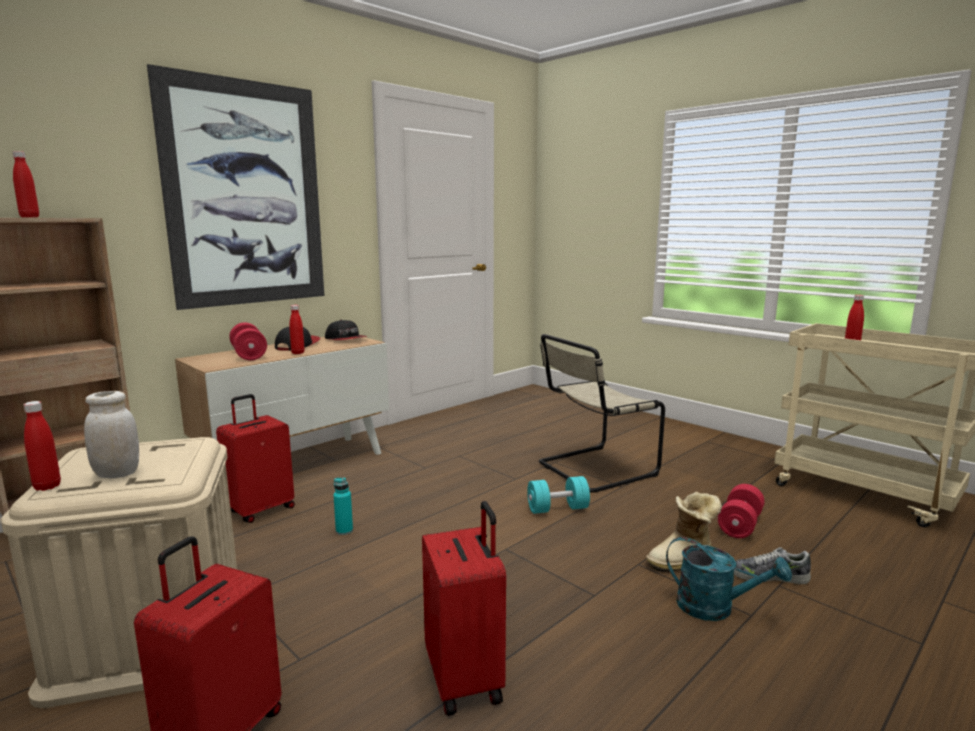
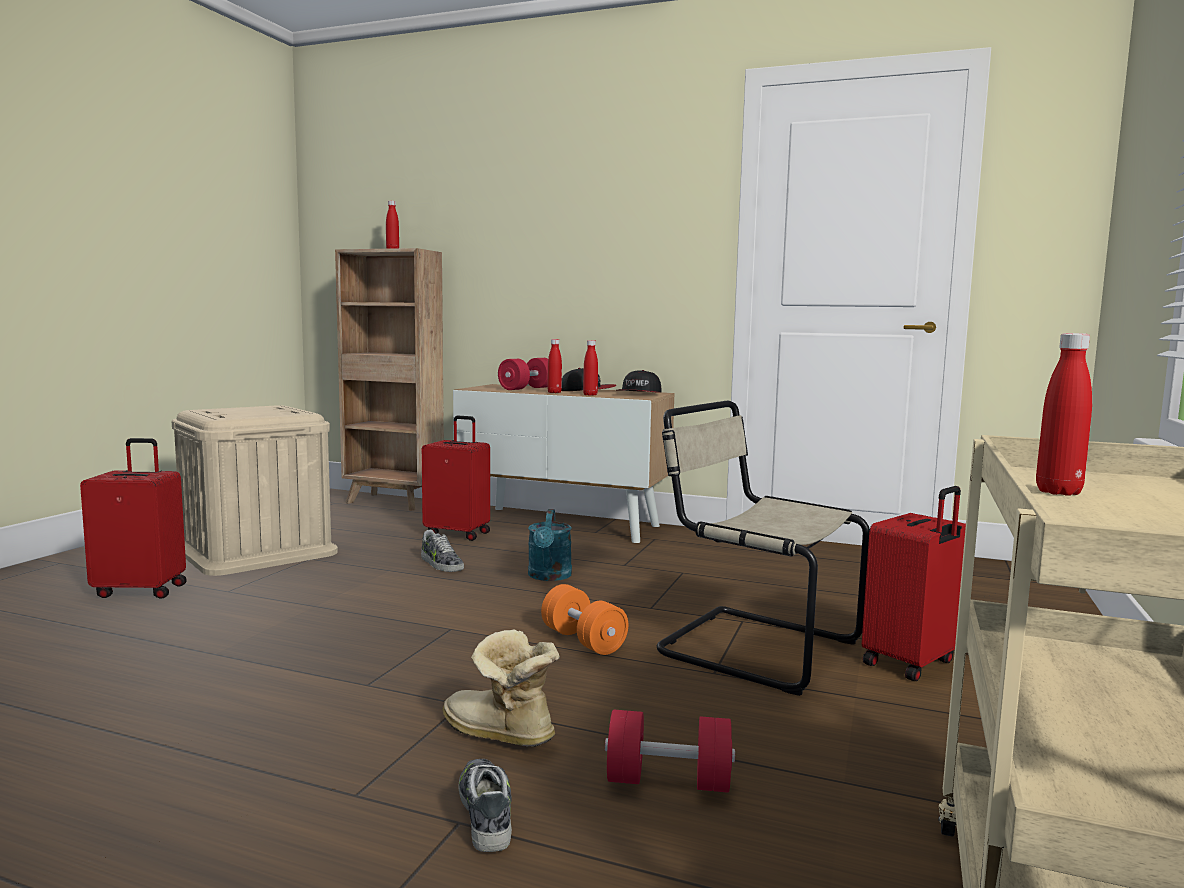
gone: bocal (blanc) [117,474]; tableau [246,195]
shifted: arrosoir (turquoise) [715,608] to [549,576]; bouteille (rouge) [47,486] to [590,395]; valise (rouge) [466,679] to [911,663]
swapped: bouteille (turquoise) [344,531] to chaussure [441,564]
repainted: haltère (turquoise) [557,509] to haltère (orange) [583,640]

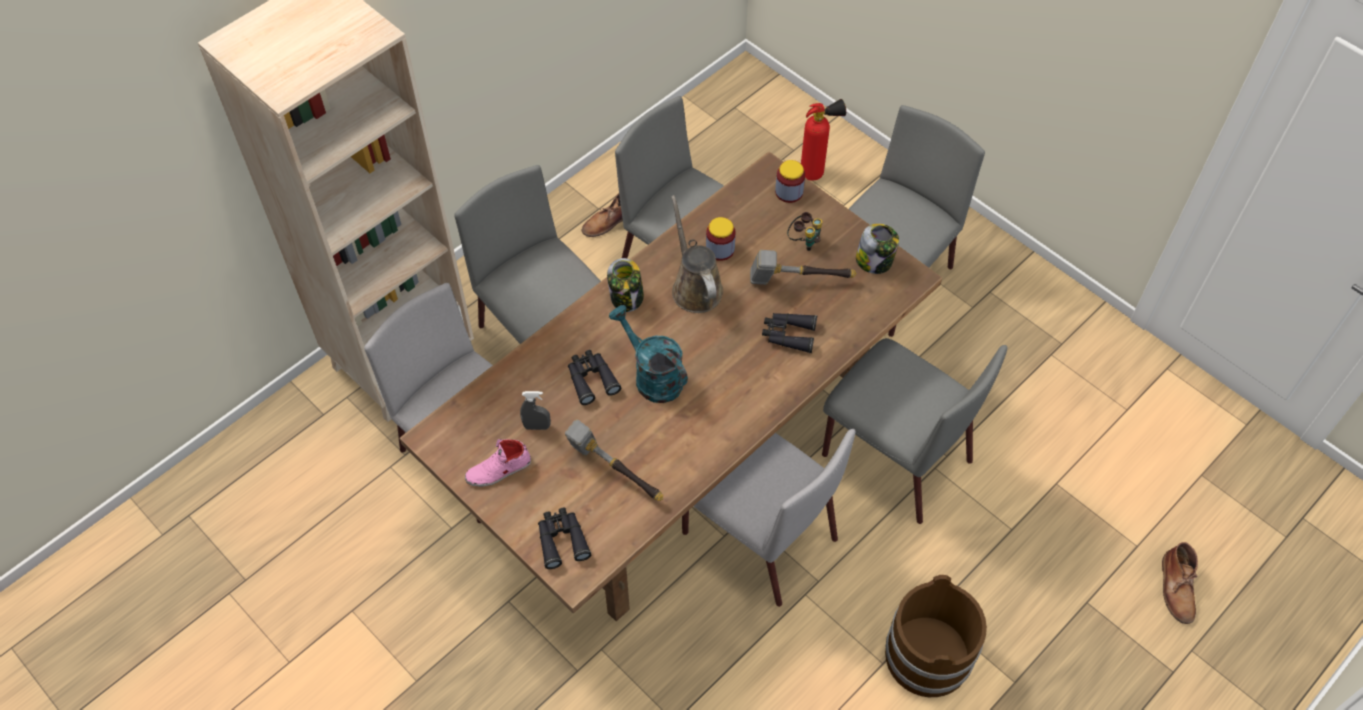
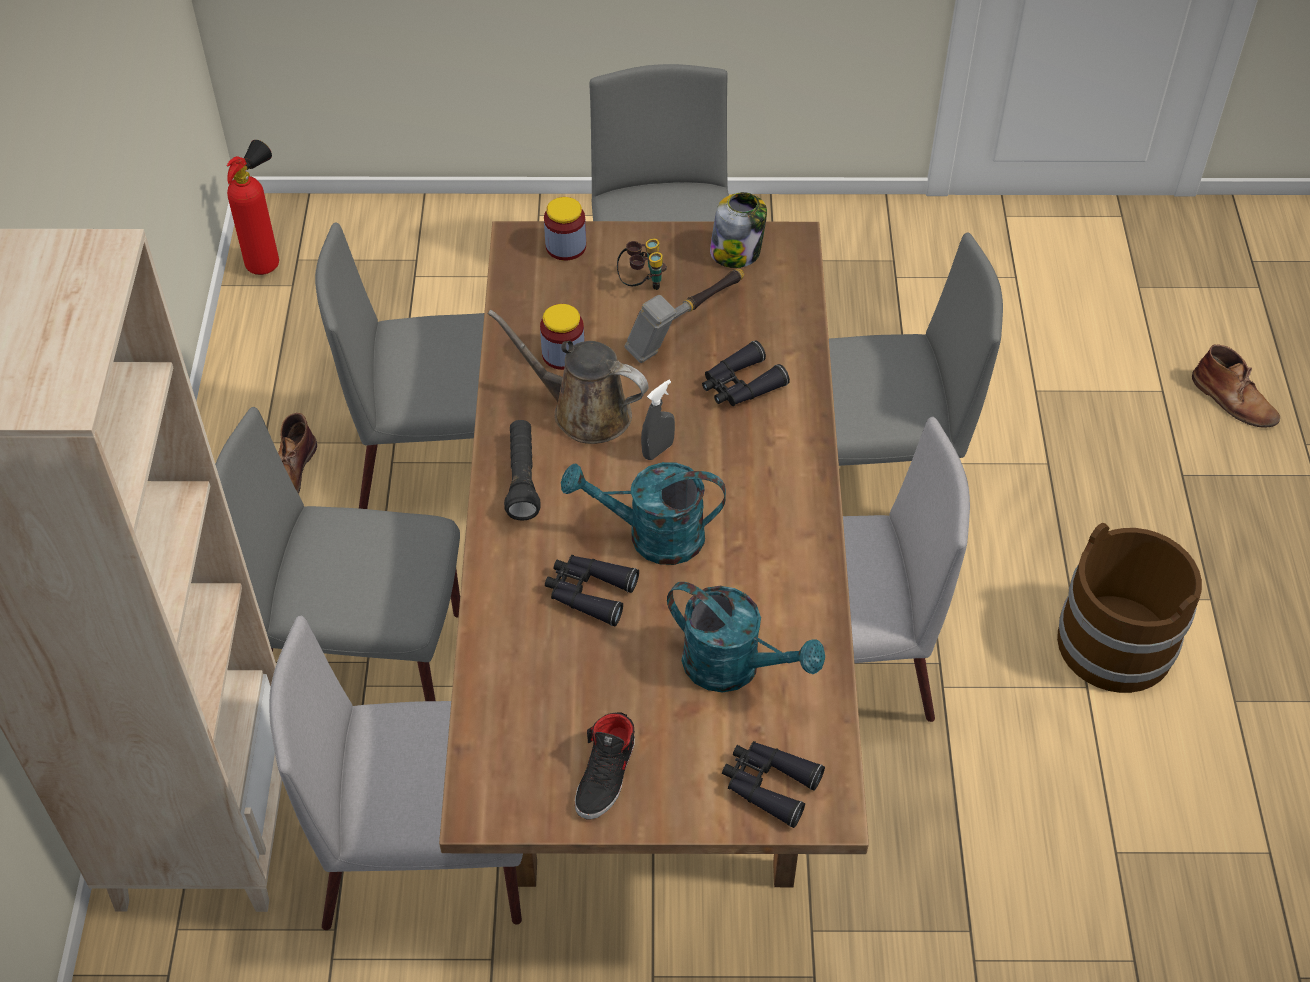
shifted: extincteur [817,172] to [267,261]; vaporisateur (gris) [537,426] to [658,450]
swapped: bocal [627,298] to lampe de poche (noir) [522,478]; marteau [613,472] to arrosoir (turquoise) [734,667]
repainted: chaussure (rose) [499,471] to chaussure (noir) [606,776]

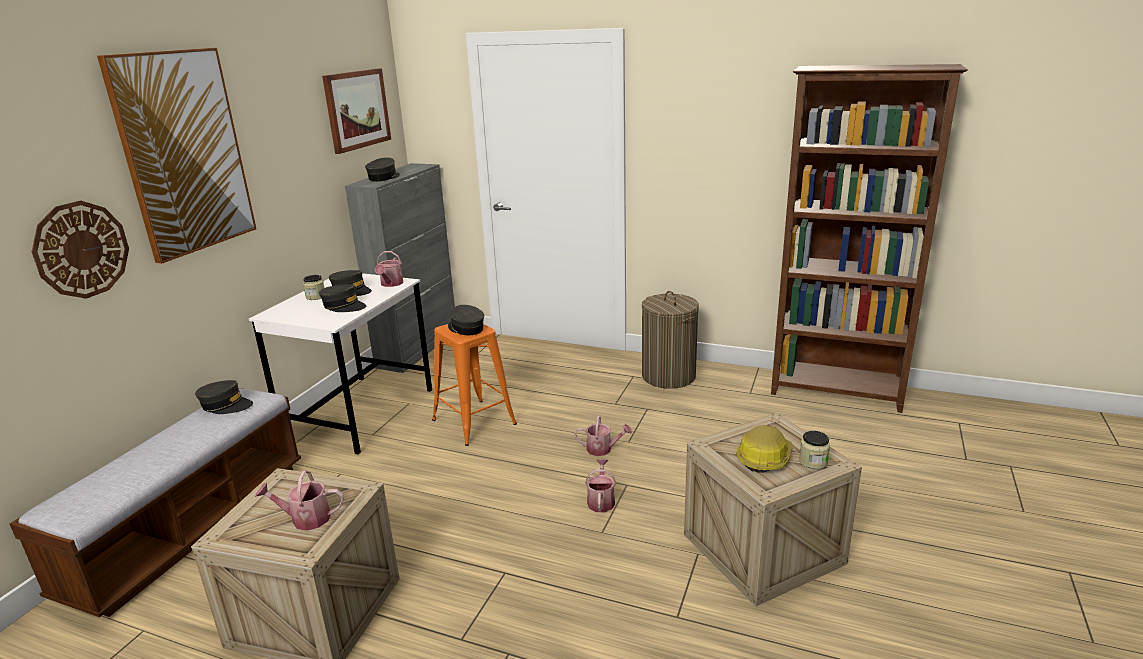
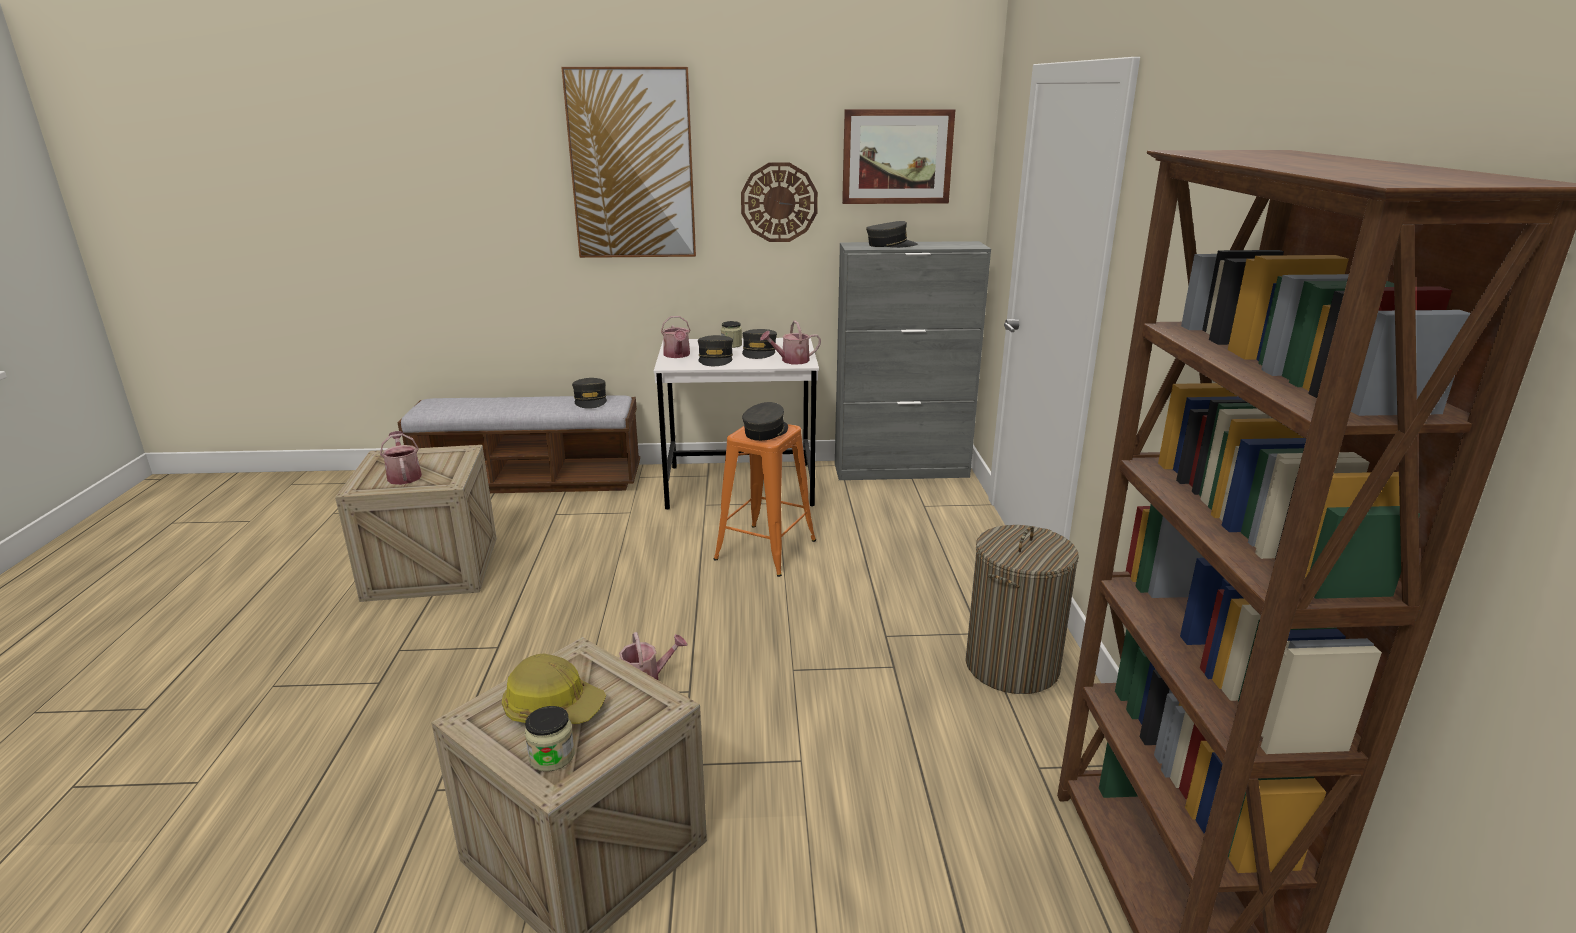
shifted: arrosoir [603,449] to [677,355]; horloge murale [81,249] to [779,202]

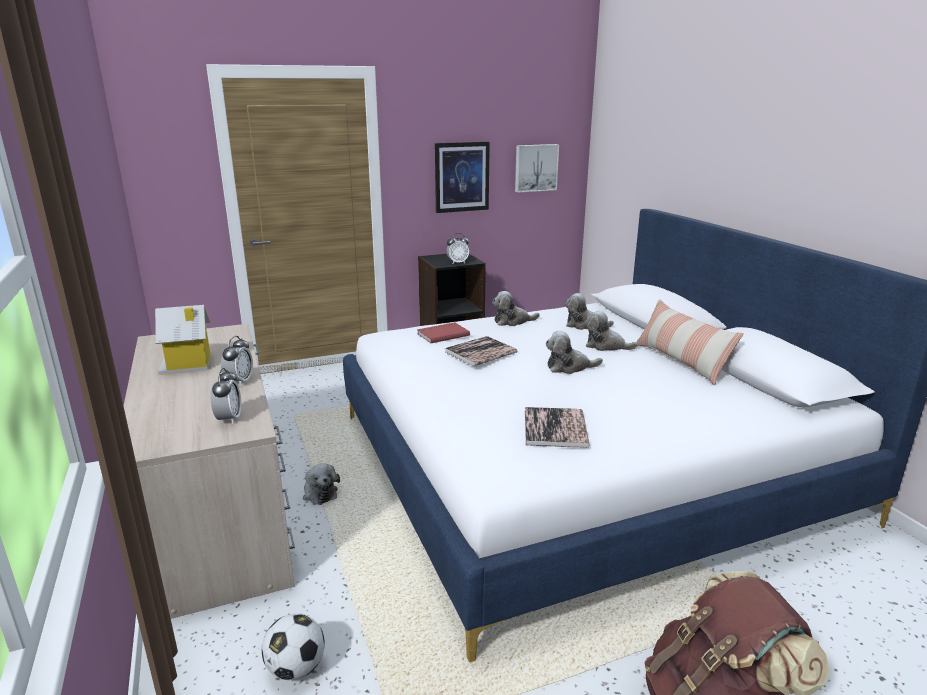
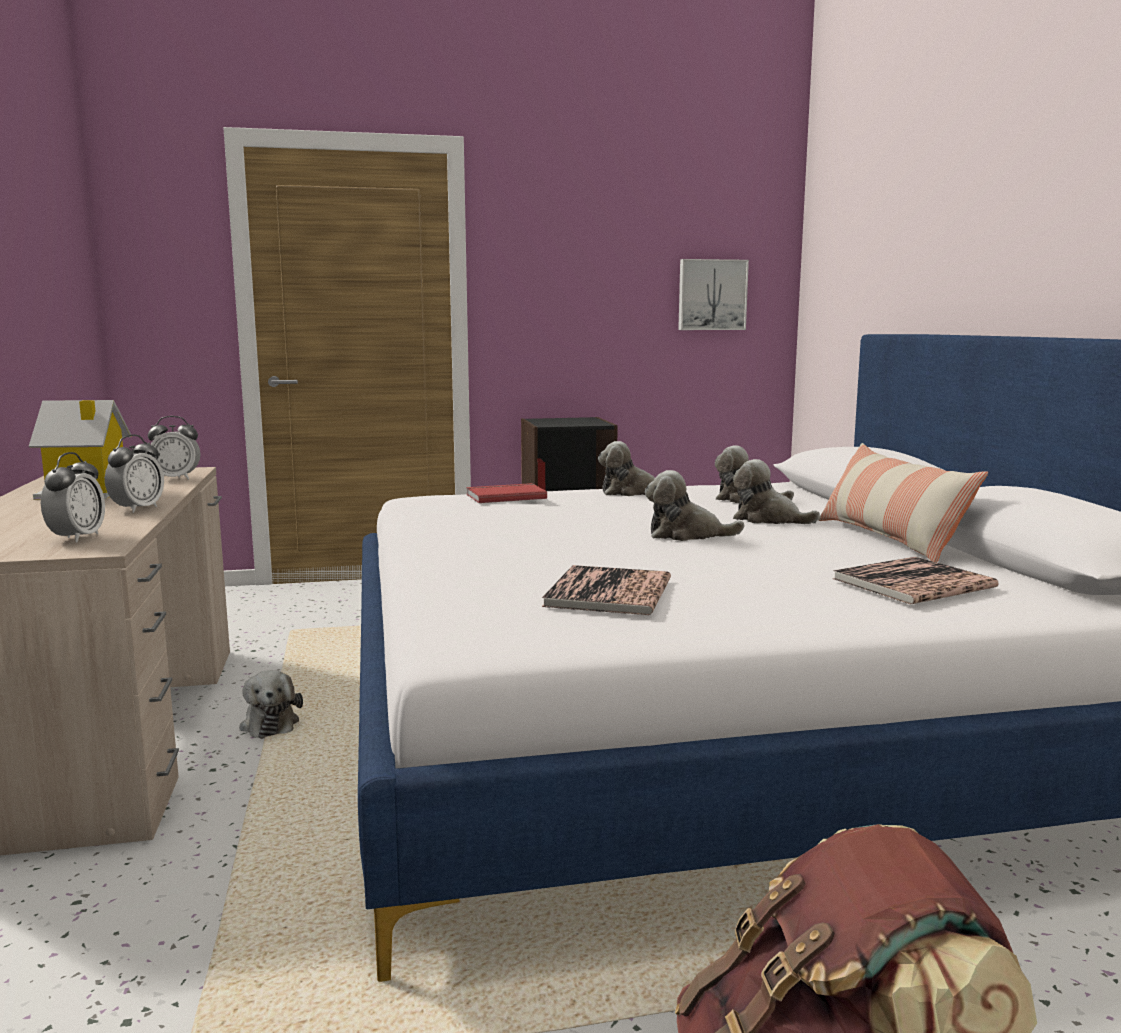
gone: ballon de foot [296,668]; tableau [462,177]
shifted: réveil [457,263] to [177,478]; livre [481,352] to [913,583]

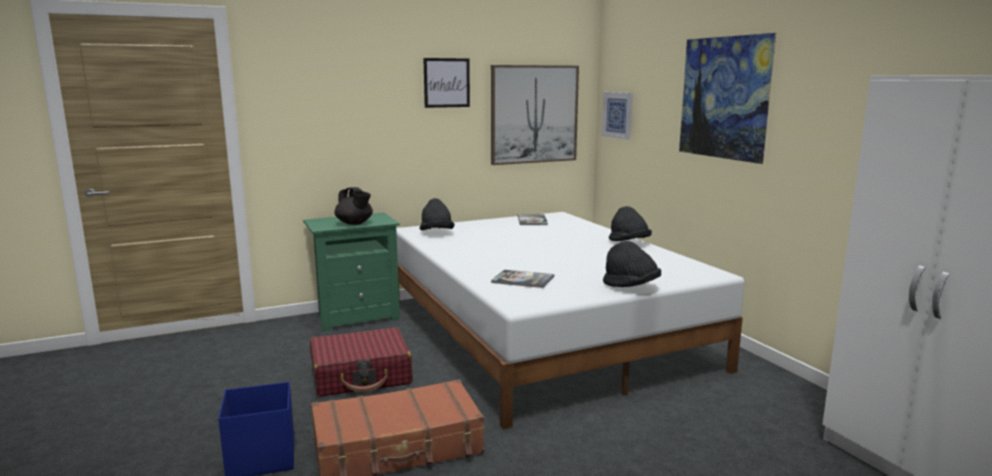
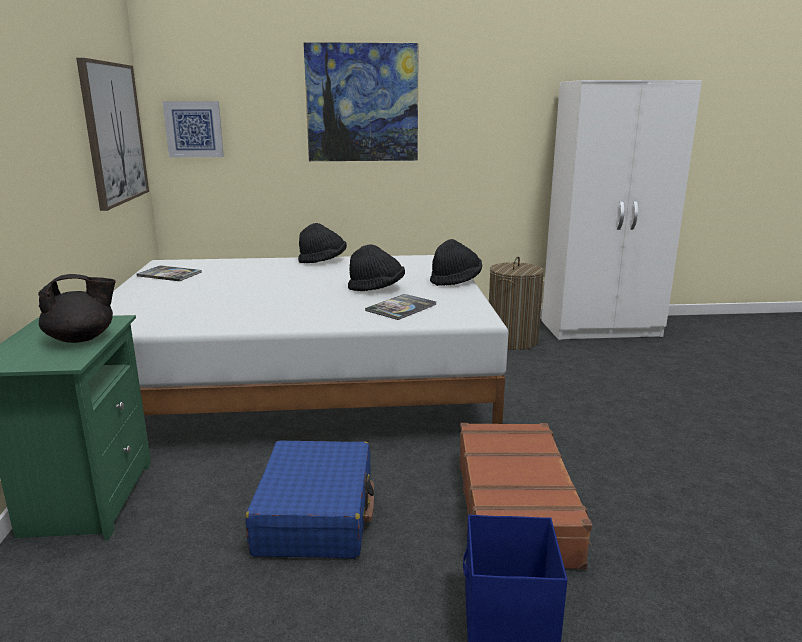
gone: tableau [446,83]
new: panier à linge [512,341]
shifted: chapeau (noir) [436,233] to [377,289]
repainted: valise (rouge) [361,376] to valise (bleu) [316,515]

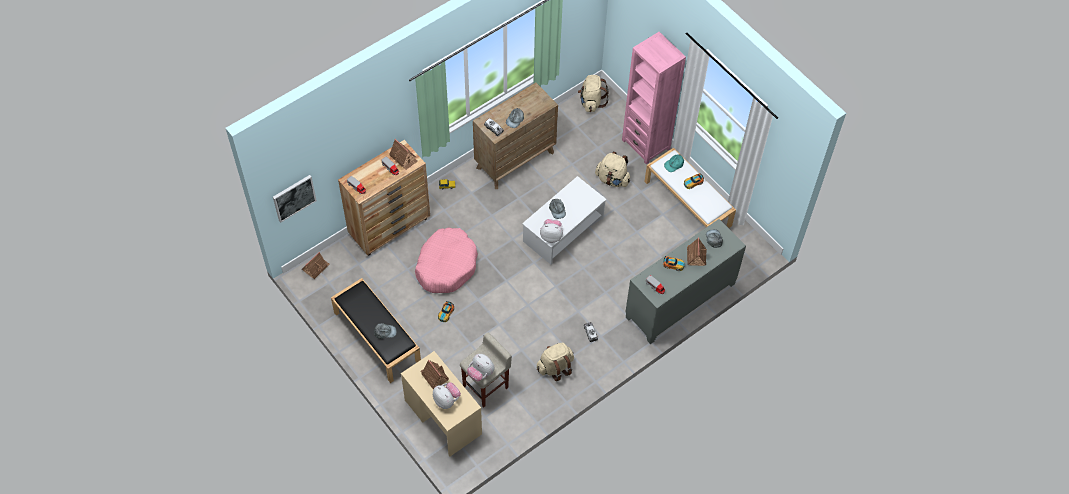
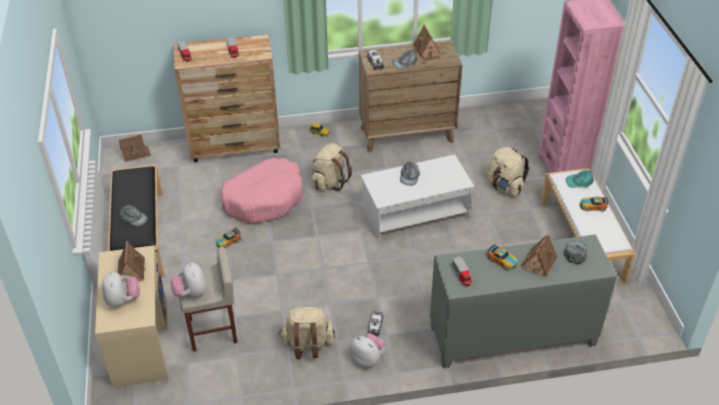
gone: tableau [294,197]
shifted: sac à dos (beige) [591,102] to [330,182]; peluche [551,236] to [367,359]; maison miniature [403,158] to [427,52]

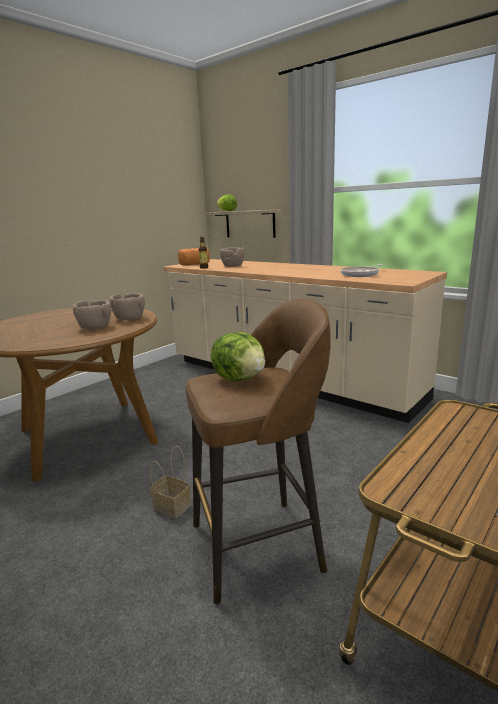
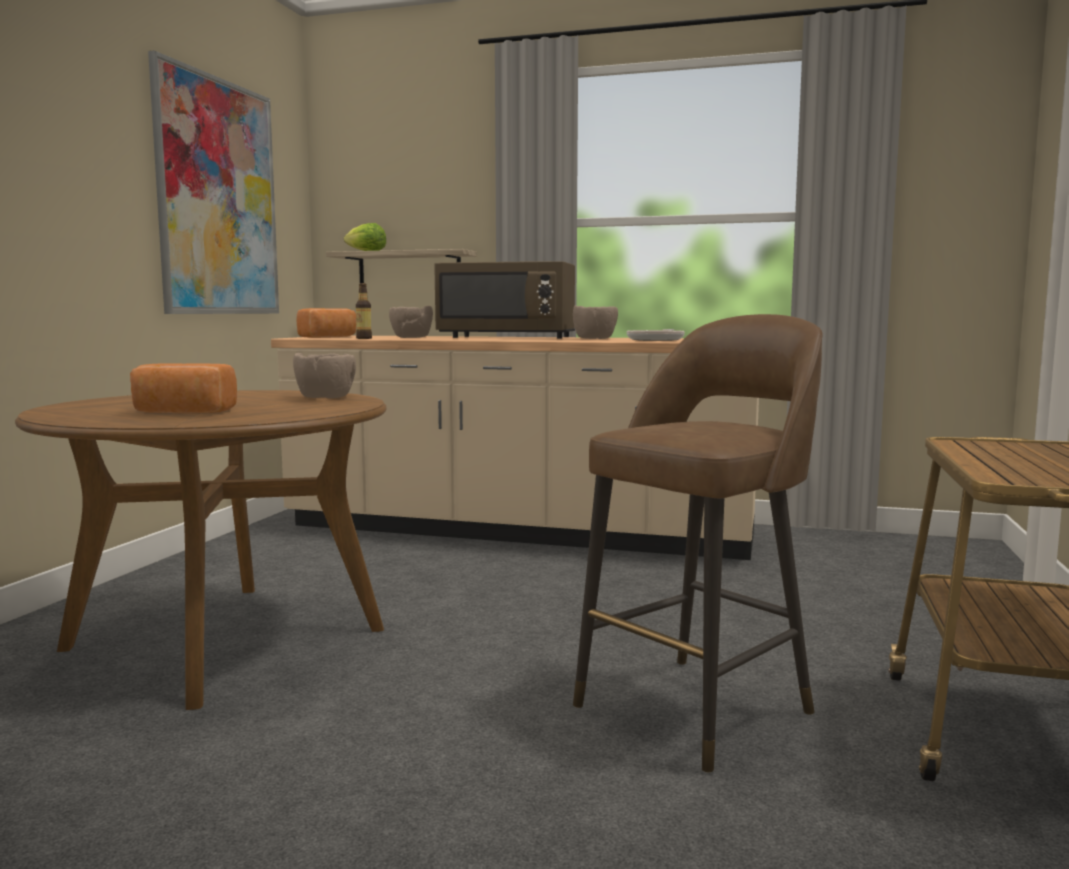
gone: panier [173,507]; laitue [240,378]
new: pain [182,412]; tableau [218,197]; micro-ondes (marron) [507,337]
shifted: bol (marron) [95,327] to [595,339]

